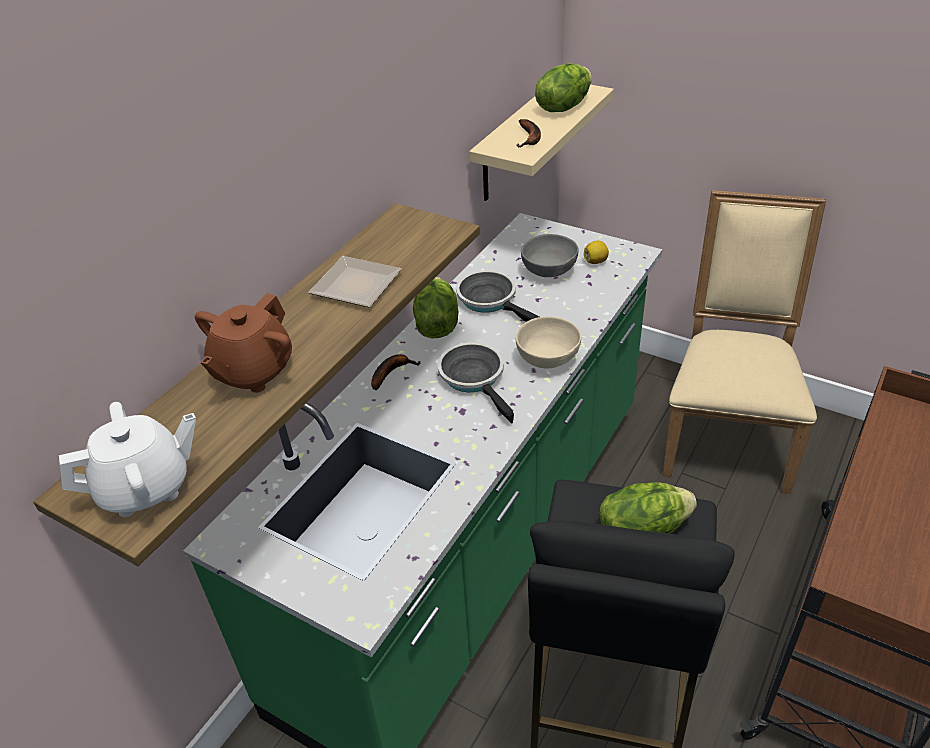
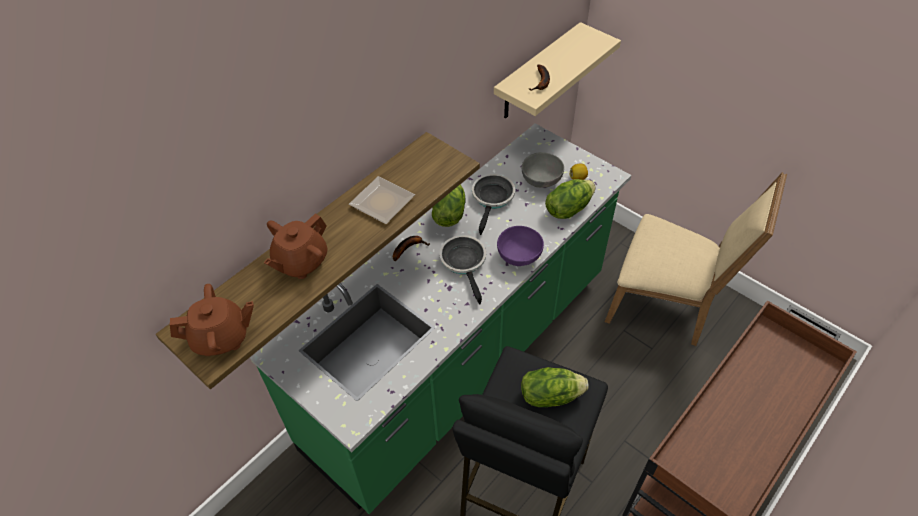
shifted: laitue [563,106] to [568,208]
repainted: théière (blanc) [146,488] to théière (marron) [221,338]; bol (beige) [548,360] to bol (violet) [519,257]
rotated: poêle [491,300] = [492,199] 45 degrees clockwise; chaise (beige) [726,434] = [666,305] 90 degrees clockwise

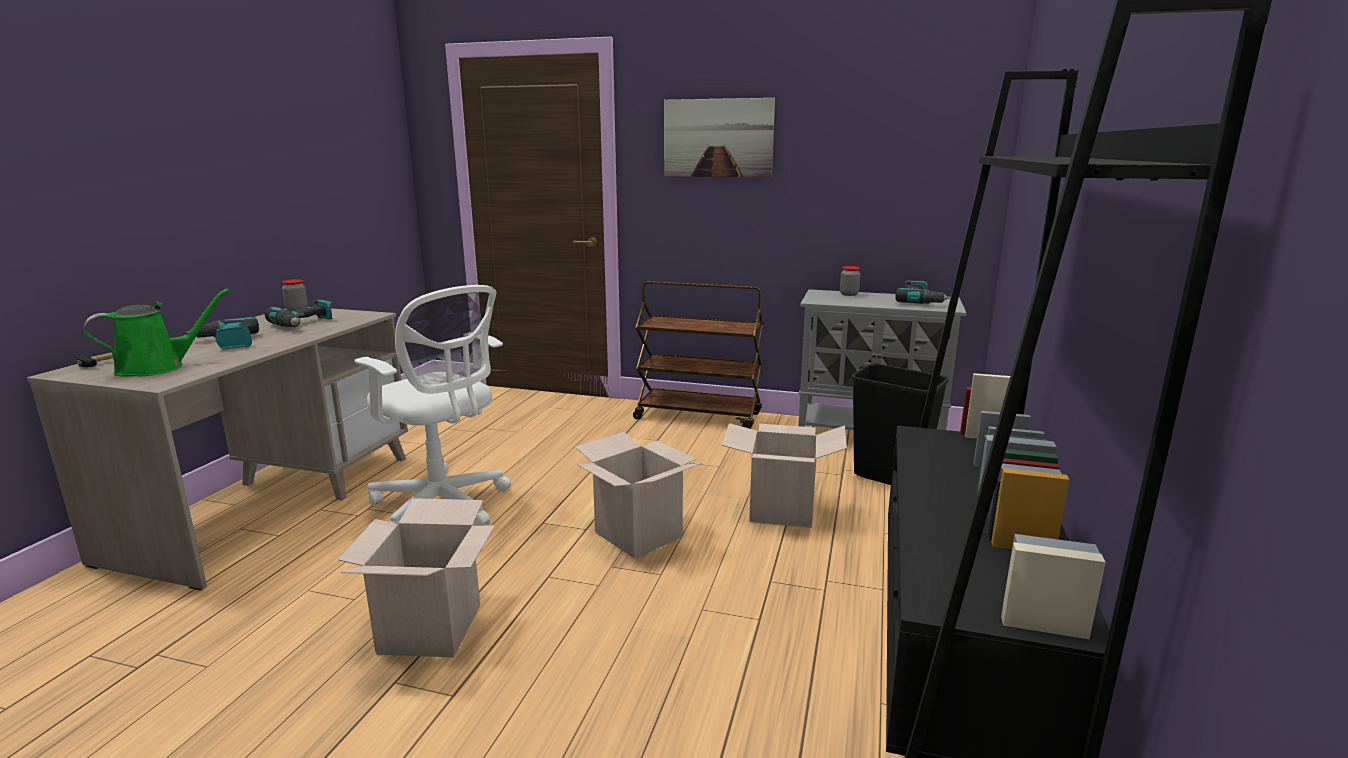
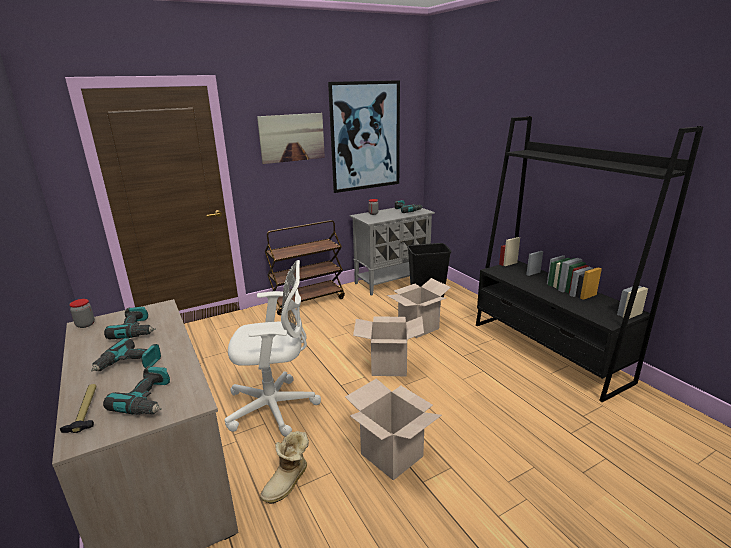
new: botte [288,483]; tableau [365,136]
swapped: arrosoir (vert) [157,368] to perceuse [148,400]

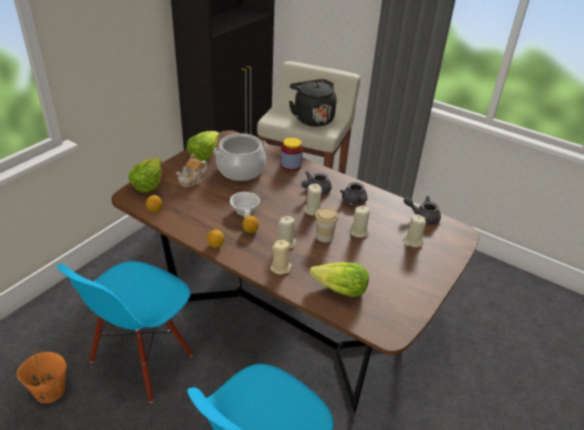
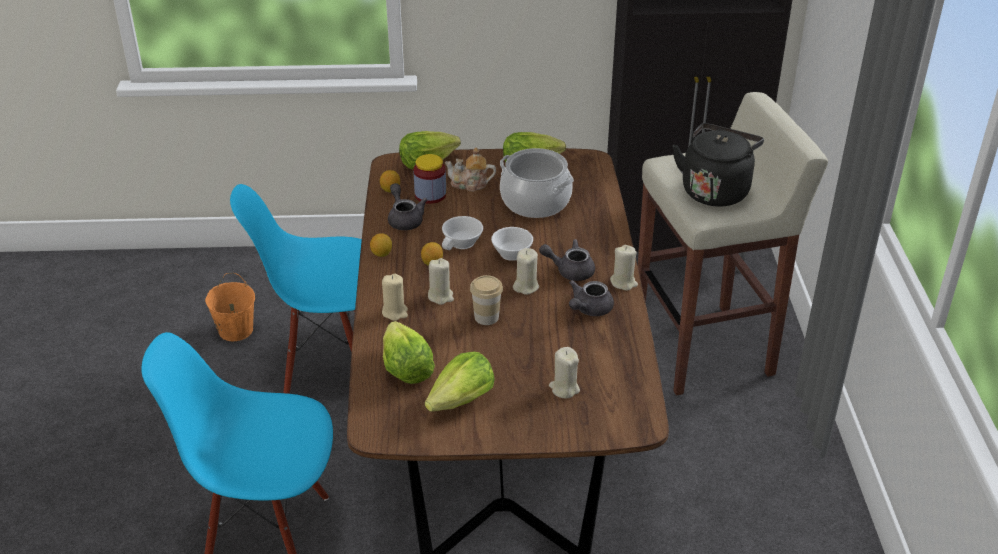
new: laitue [462,400]; tasse (blanc) [514,253]
shifted: théière (gris) [422,217] to [404,219]; bocal [291,165] to [430,195]; bougie (beige) [359,232] to [623,282]

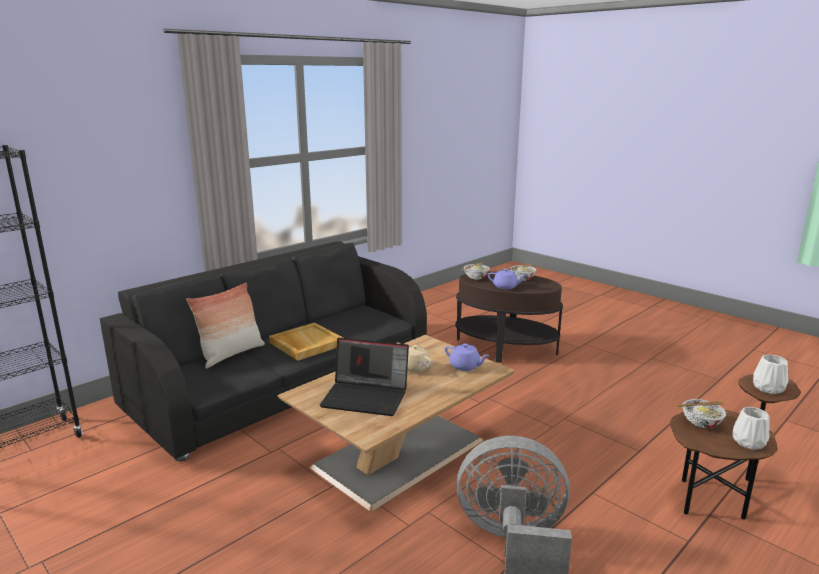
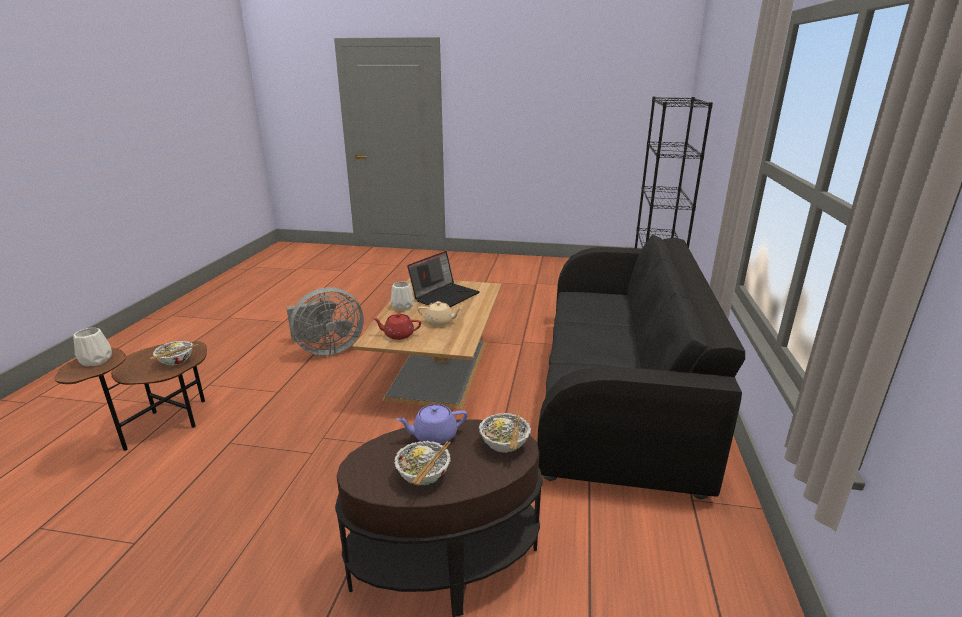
gone: coussin [231,354]; plateau (beige) [306,344]
shifted: vase (blanc) [747,442] to [403,306]
repainted: théière (violet) [465,366] to théière (rouge) [398,335]
rotated: ordinateur portable [366,397] = [445,296] 150 degrees clockwise

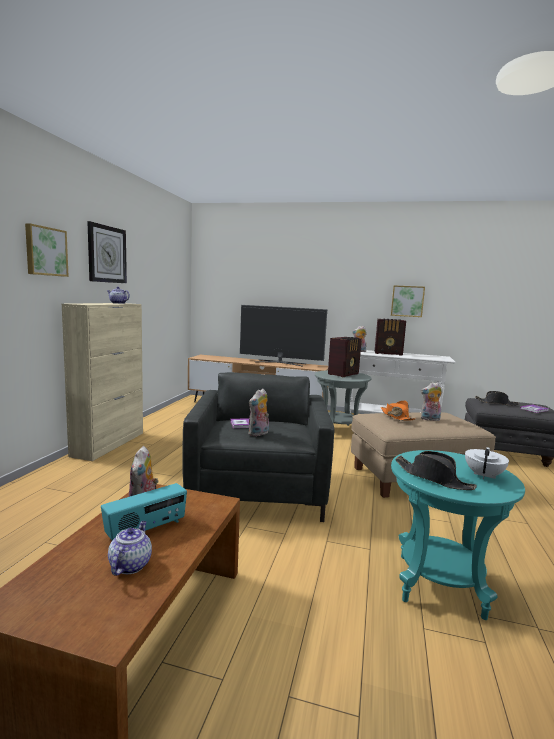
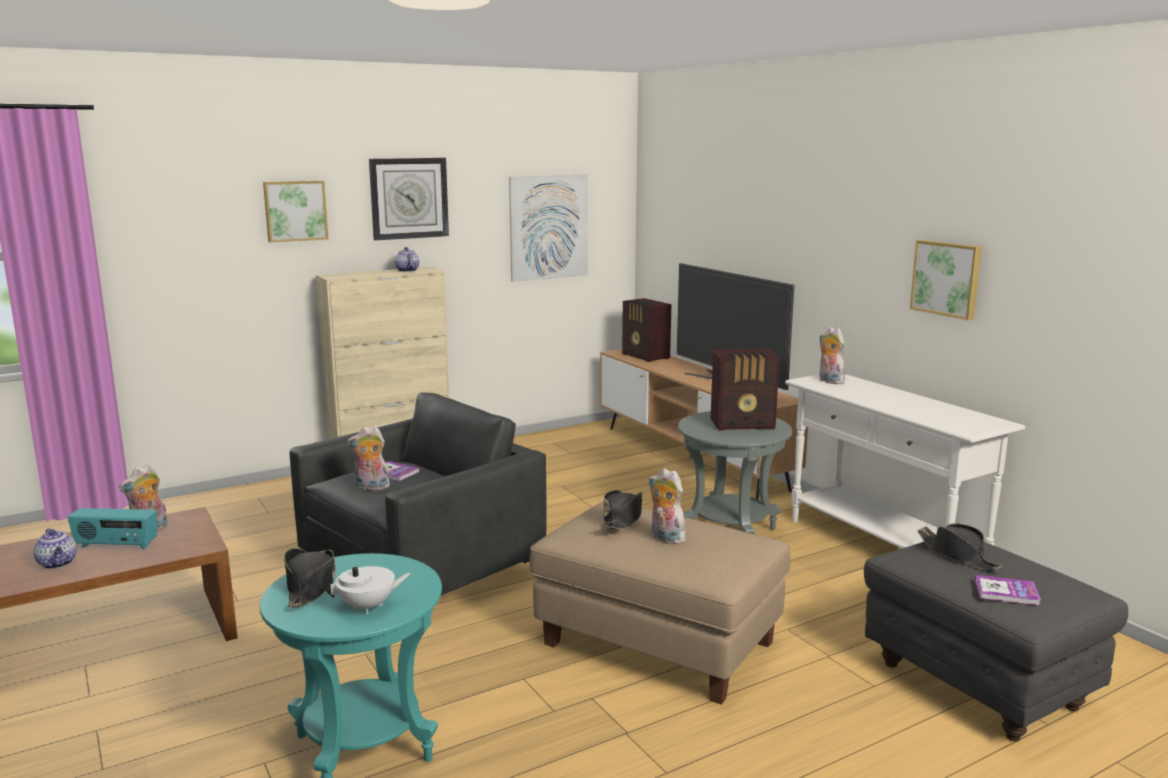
new: tableau [549,227]
shifted: radio [389,353] to [645,356]
repainted: chapeau (orange) [396,416] to chapeau (noir) [623,518]
rotated: théière [130,565] = [58,563] 90 degrees clockwise

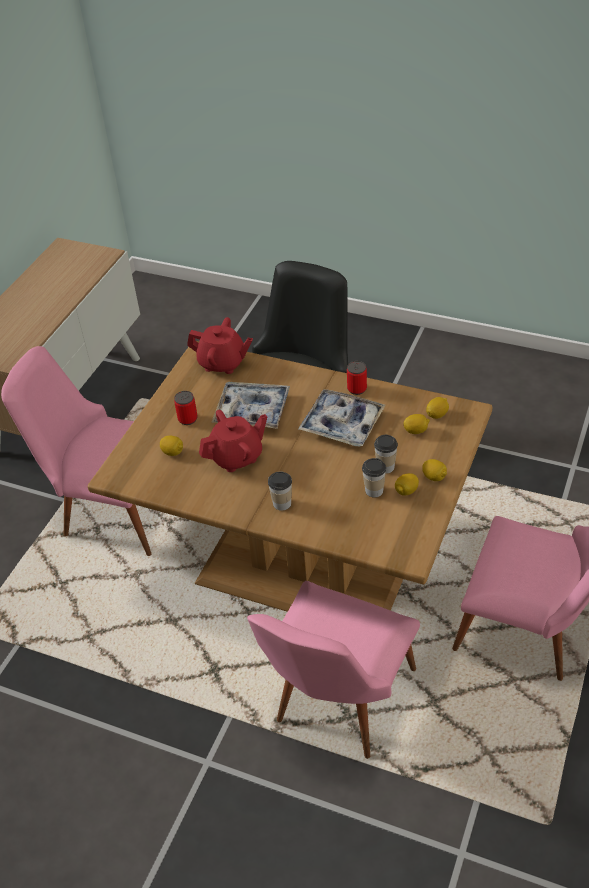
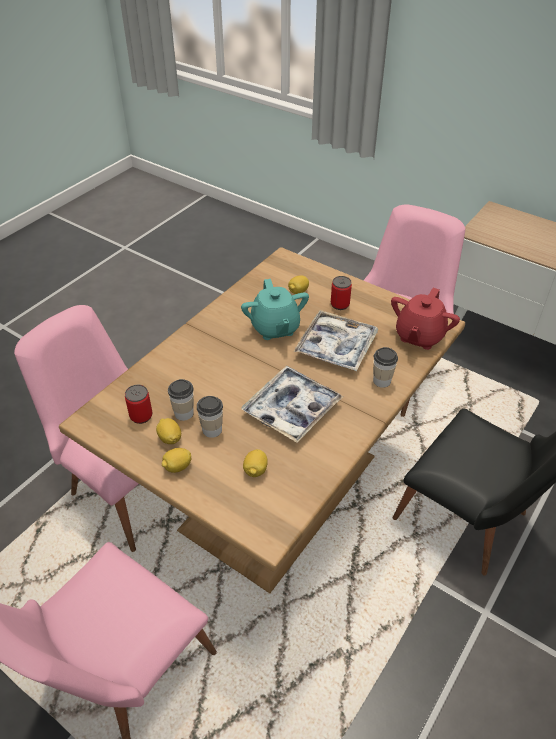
gone: citron [437,414]
shifted: boîte métallique [357,389] to [141,416]; tasse [282,503] to [382,381]
repainted: théière (rouge) [237,457] to théière (turquoise) [275,328]

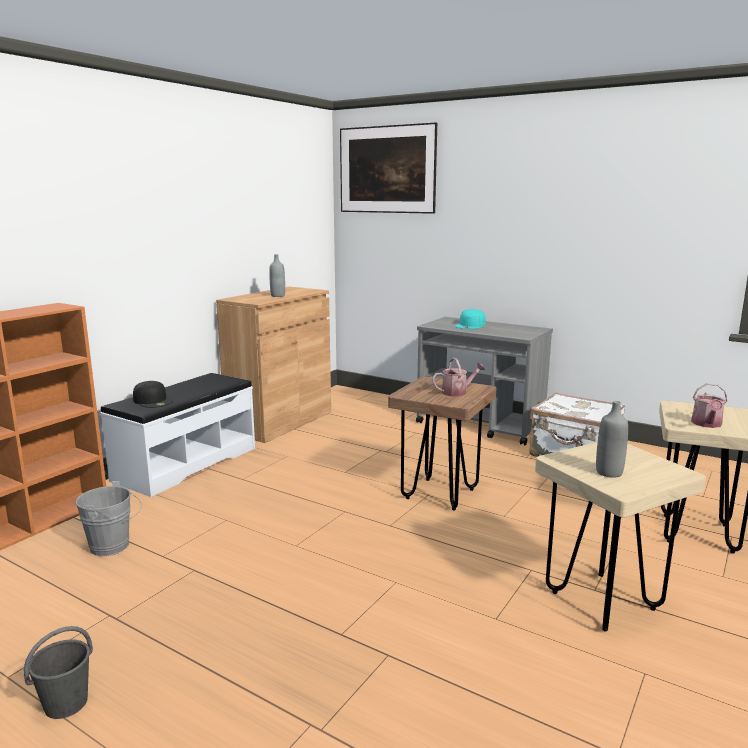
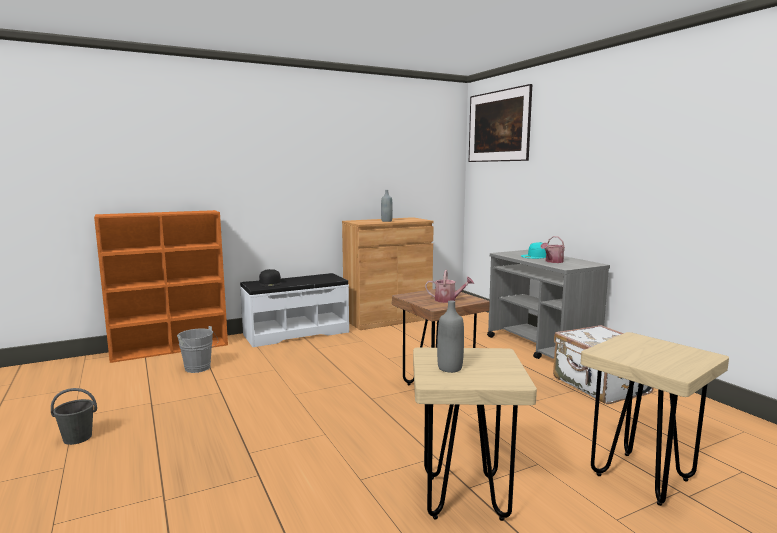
shifted: arrosoir [707,424] to [552,261]

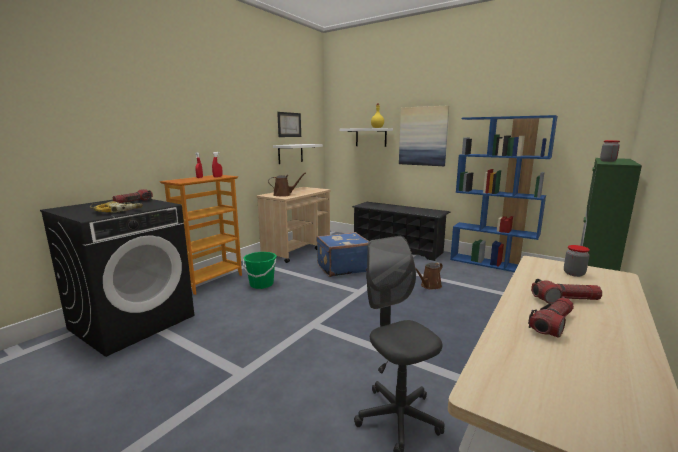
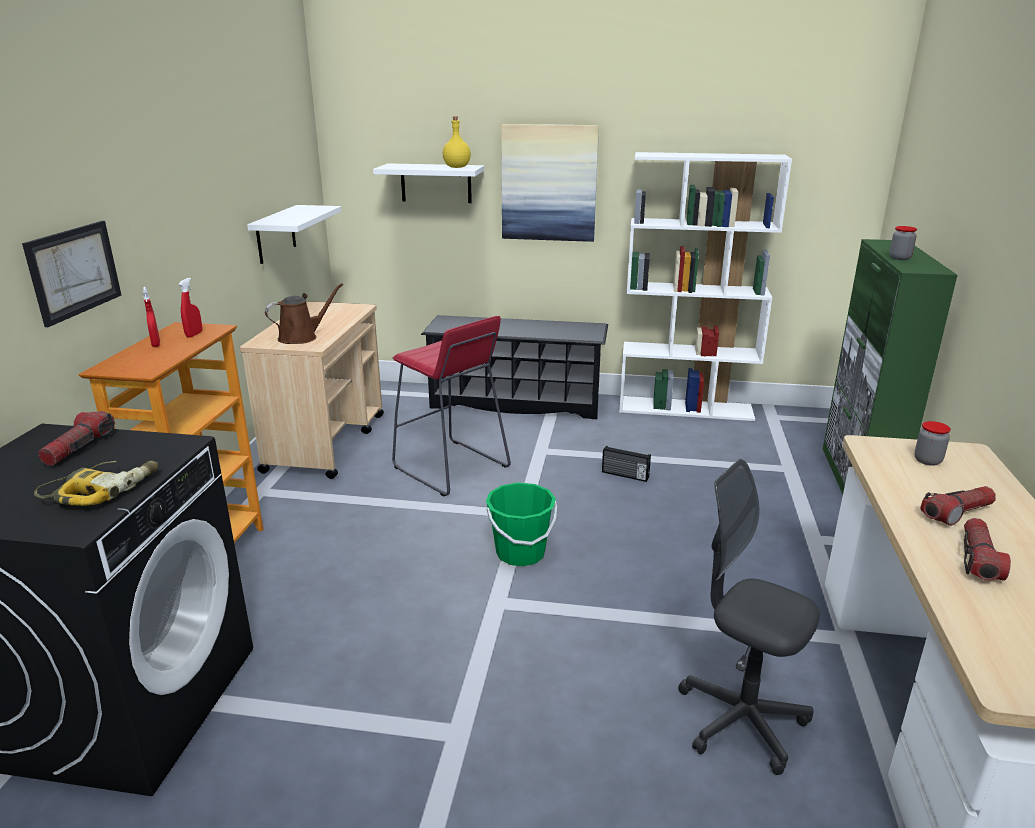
shifted: tableau [289,124] to [74,271]; seau (vert) [261,284] to [520,553]
swapped: valise (bleu) [342,268] to tabouret (rouge) [450,468]; arrosoir (marron) [429,286] to radio [625,475]
repainted: bibliothèque (bleu) [492,264] to bibliothèque (blanc) [686,408]

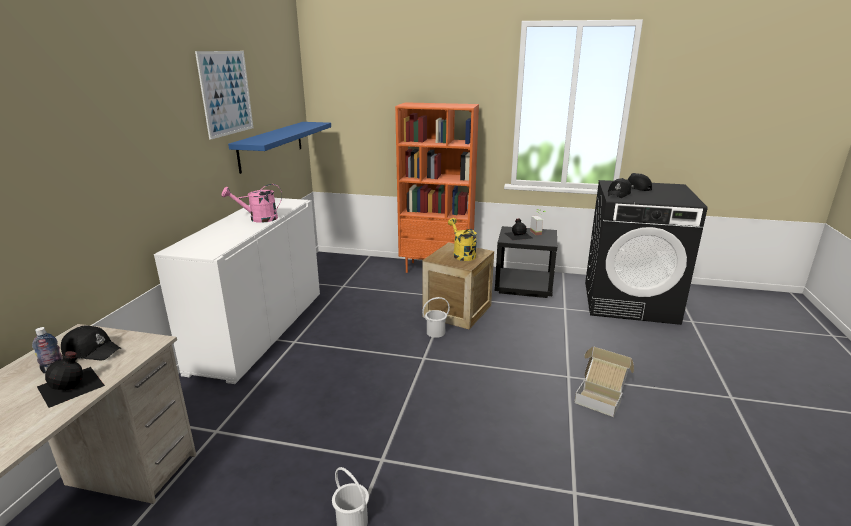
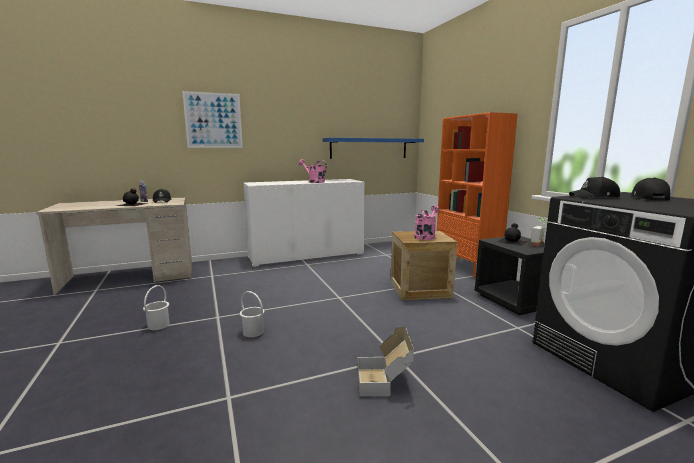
shifted: tableau [226,93] to [213,120]; seau (blanc) [435,332] to [253,332]
repainted: arrosoir (jaune) [462,254] to arrosoir (rose) [426,236]

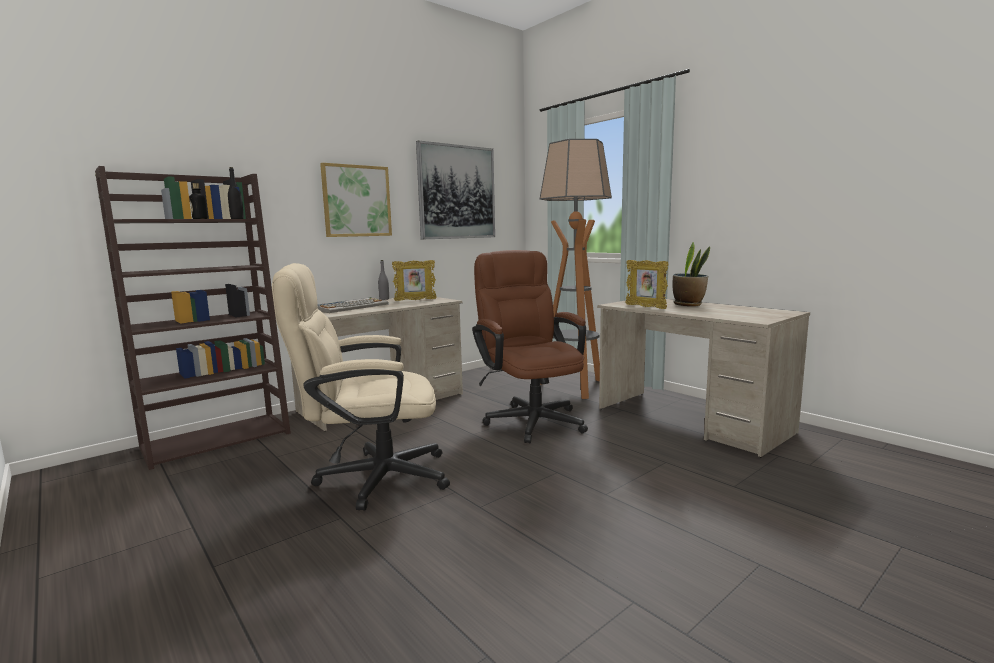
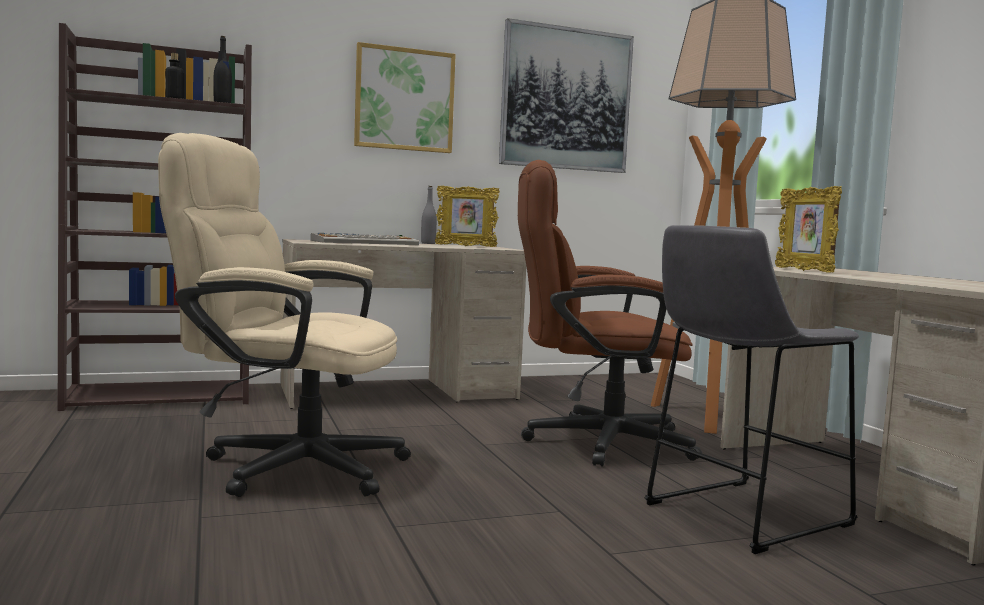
gone: plante en pot [688,304]
new: tabouret (gris) [739,515]
rotated: chaise de bureau (marron) [530,418] = [592,442] 90 degrees counterclockwise

